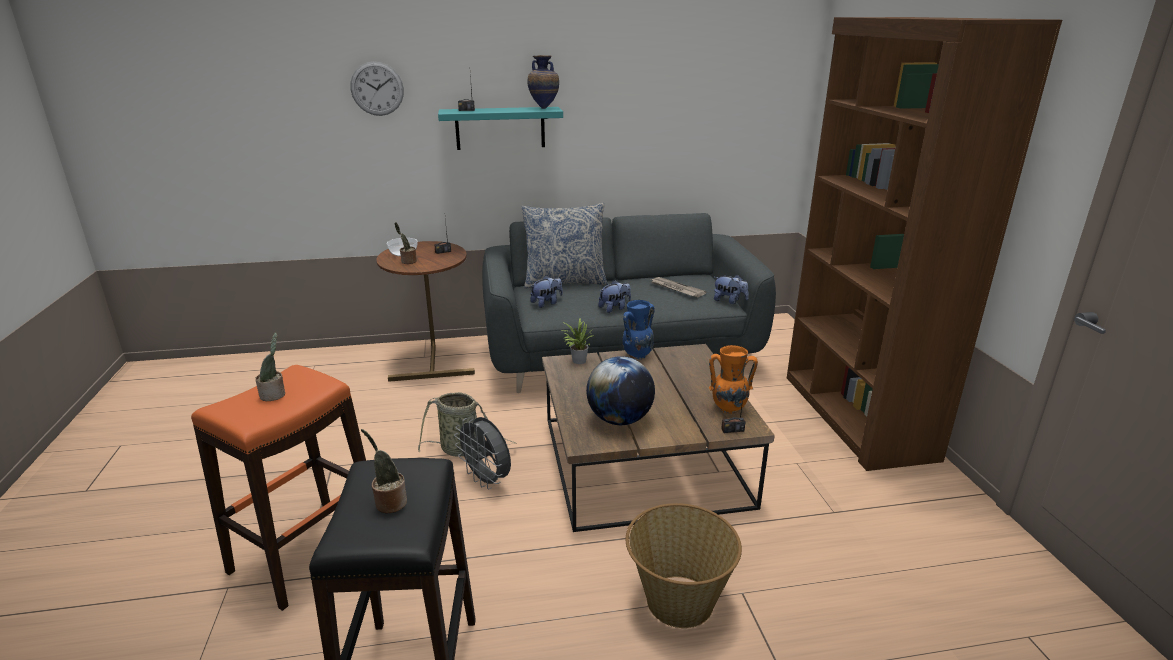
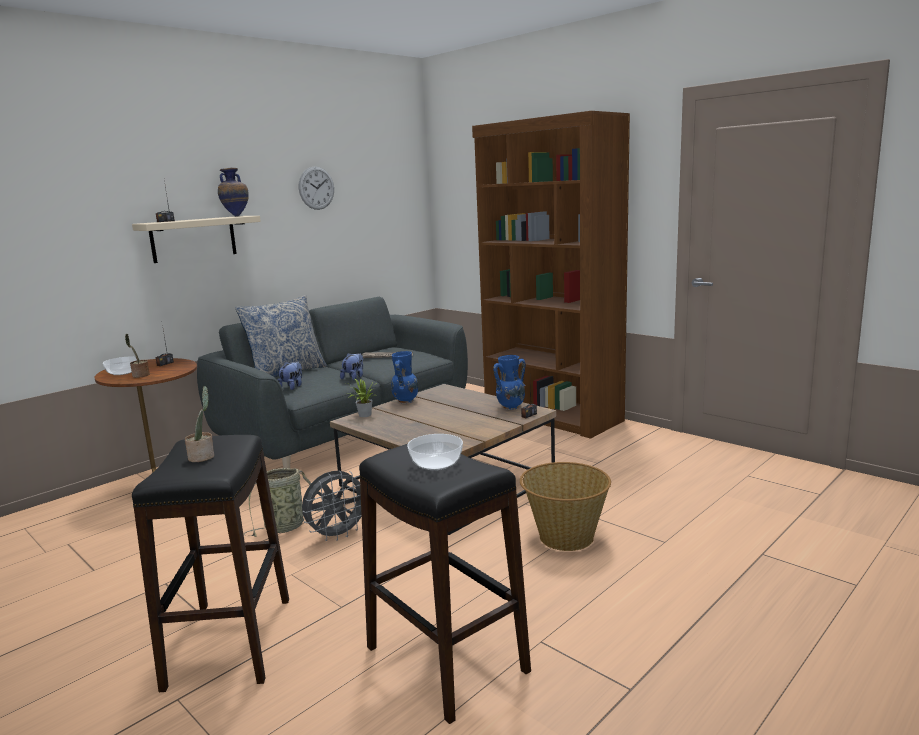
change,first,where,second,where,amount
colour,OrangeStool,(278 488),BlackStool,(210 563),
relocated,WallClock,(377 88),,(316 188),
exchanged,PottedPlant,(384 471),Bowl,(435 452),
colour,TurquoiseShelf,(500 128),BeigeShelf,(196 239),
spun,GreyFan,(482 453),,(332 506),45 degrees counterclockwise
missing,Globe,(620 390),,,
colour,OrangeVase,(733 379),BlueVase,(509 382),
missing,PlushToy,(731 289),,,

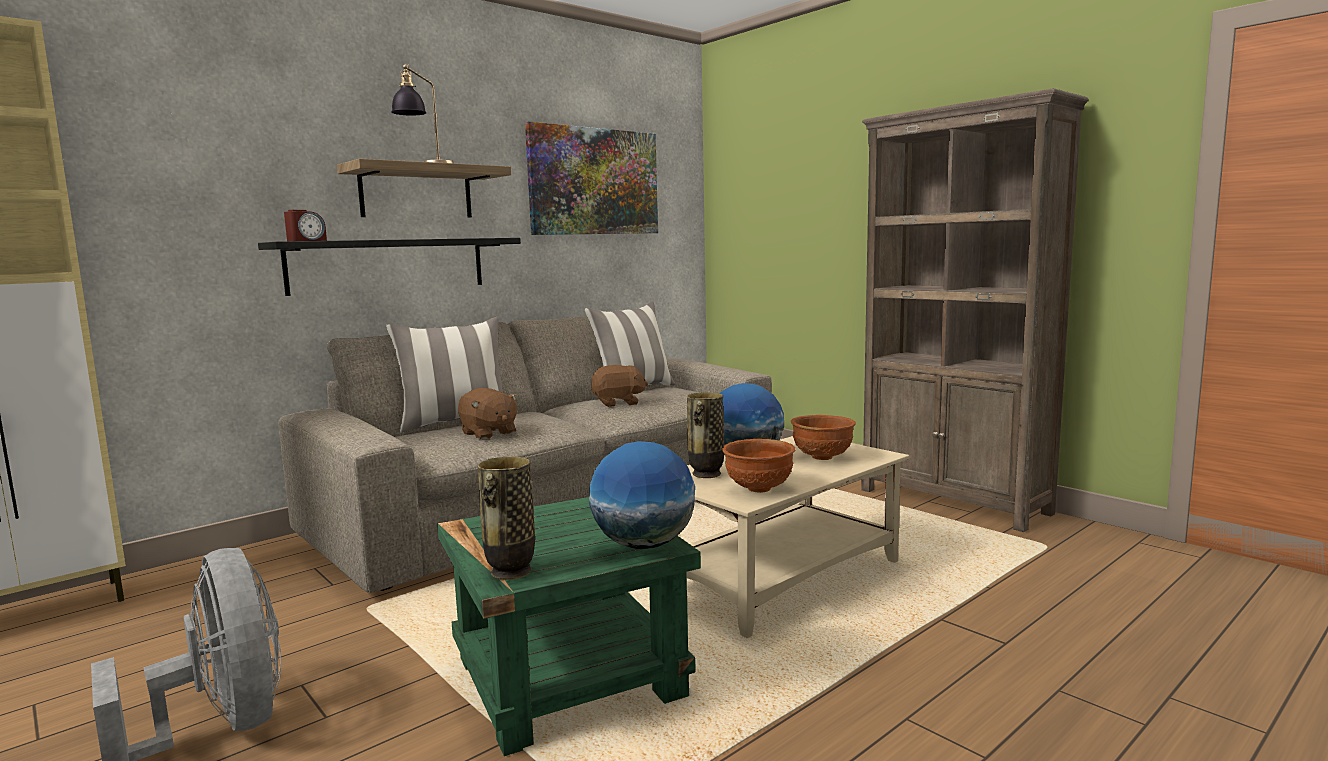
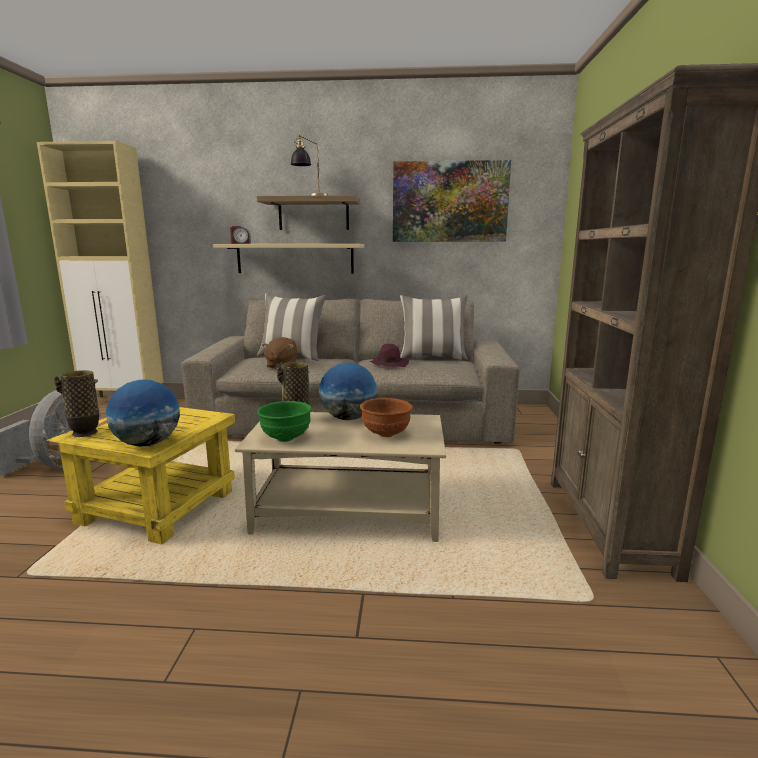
change,first,where,second,where,amount
colour,BlackShelf,(389 267),BeigeShelf,(288 259),
colour,GreenSideTable,(569 626),YellowSideTable,(140 476),
exchanged,BrownPlushToy,(619 386),PurpleHat,(389 355),
colour,BrownBowl,(759 466),GreenBowl,(284 421),

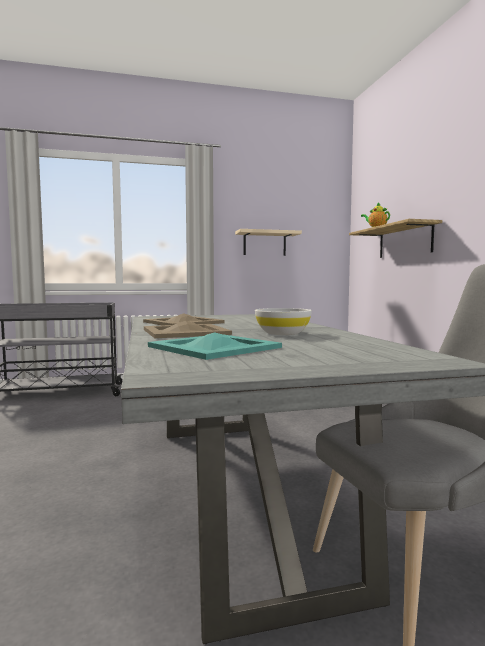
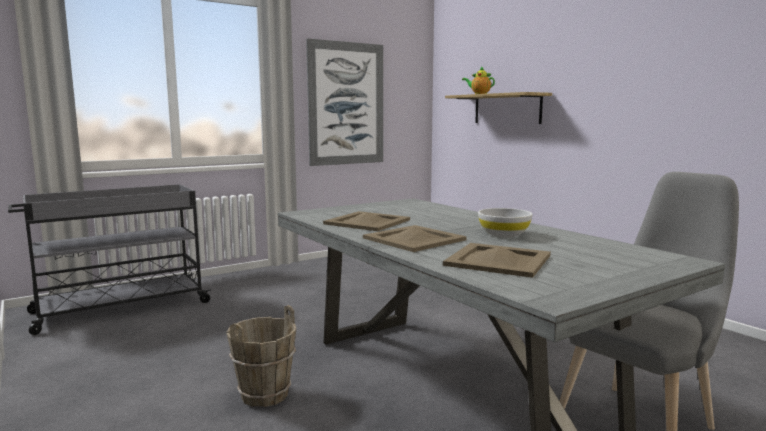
change,first,where,second,where,amount
colour,TurquoiseTray,(215 346),BeigeTray,(497 260),
exchanged,BeigeShelf,(268 242),Picture,(344 102),
appeared,,,BrownBucket,(261 356),

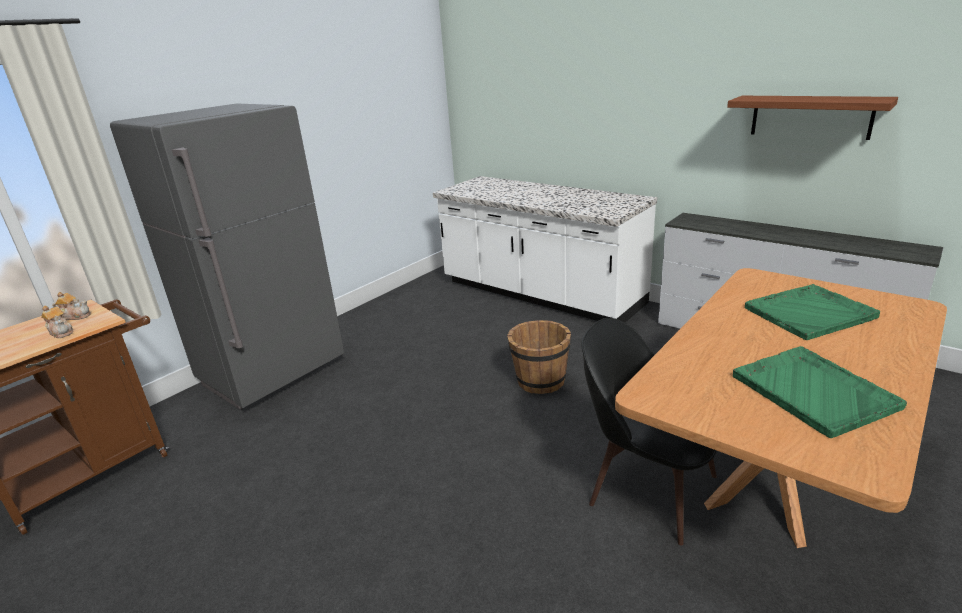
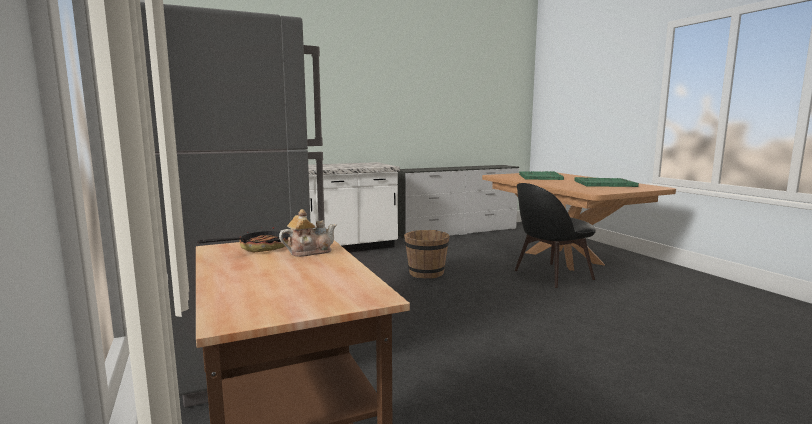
change,first,where,second,where,amount
exchanged,Teapot,(71 306),FryingPan,(243 239),
missing,Shelf,(812 118),,,

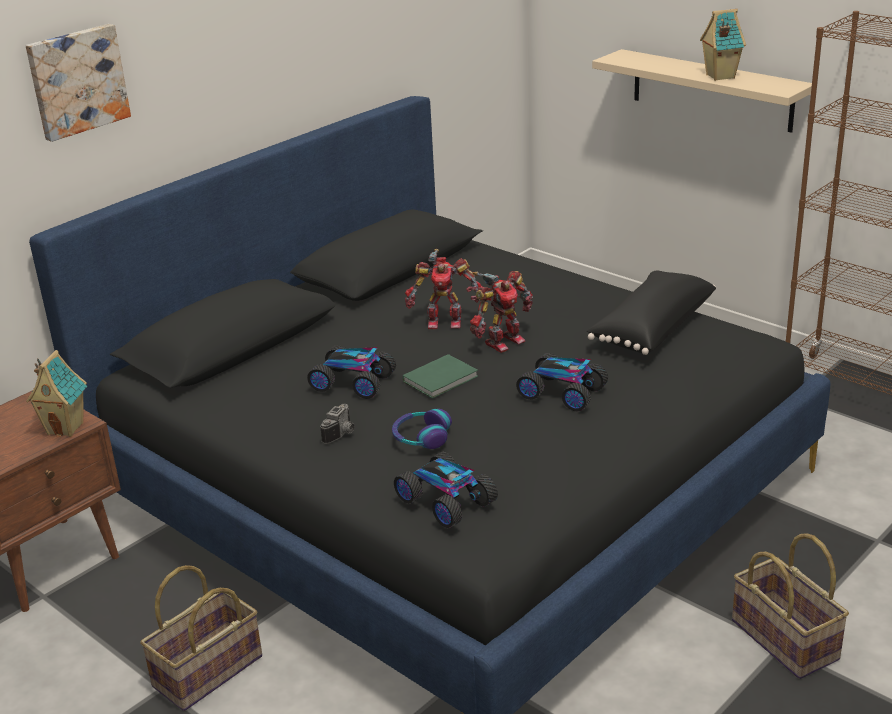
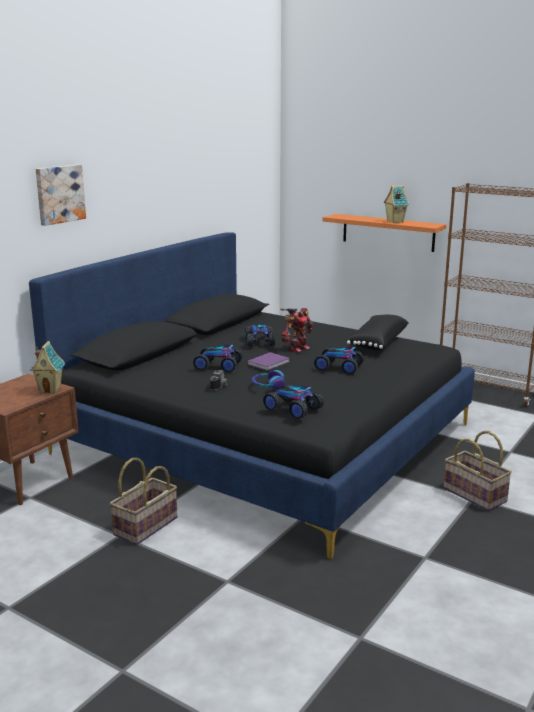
change,first,where,second,where,amount
colour,GreenBook,(440 376),PurpleBook,(268 361),
exchanged,ToyRobot,(444 289),ToyCar,(260 335),
colour,BeigeShelf,(702 91),OrangeShelf,(384 233),

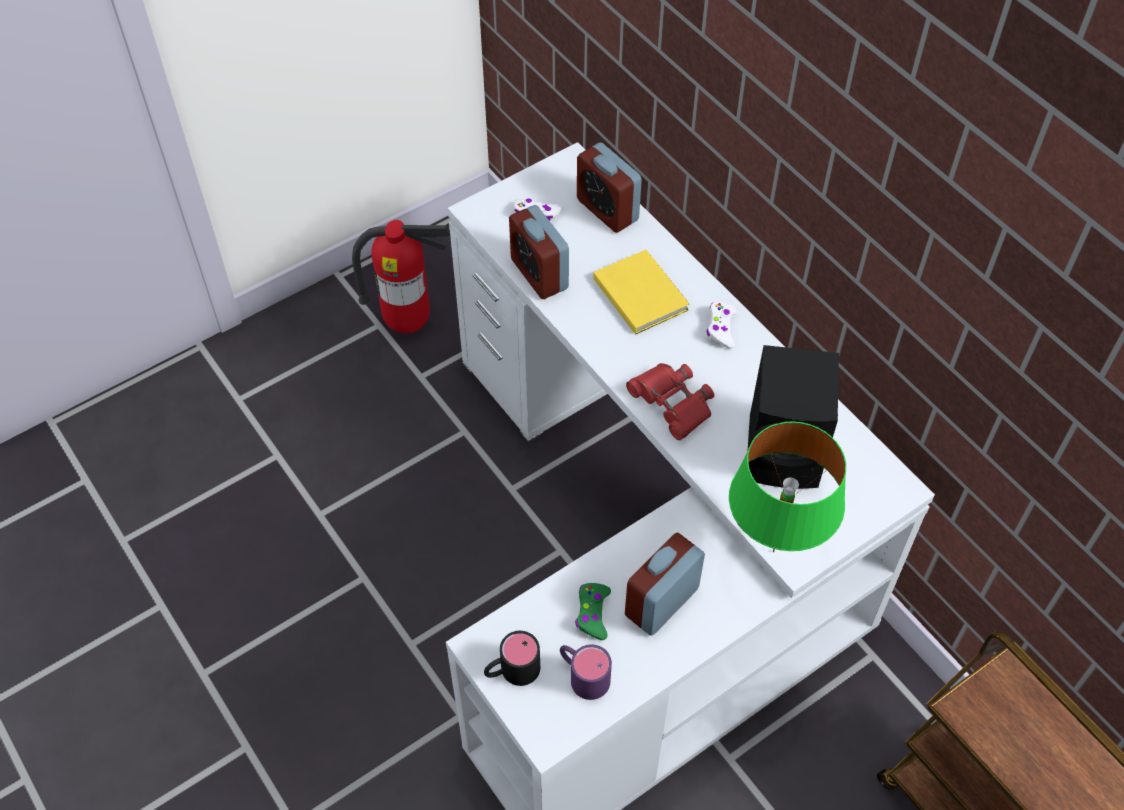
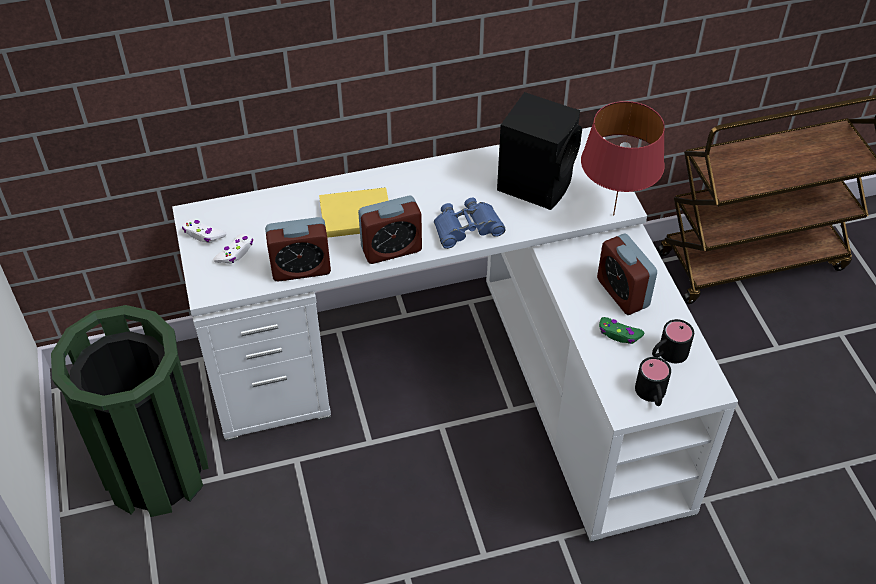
change,first,where,second,where,amount
exchanged,FireExtinguisher,(401 276),GreenTrashCan,(130 411),
colour,PurpleMug,(586 672),BlackMug,(673 341),
relocated,AlarmClock,(609 187),,(390 230),
colour,RedBinoculars,(670 401),BlueBinoculars,(470 223),
relocated,WhiteGameController,(722 325),,(204 231),
colour,GreenTableLamp,(787 487),RedTableLamp,(623 158),

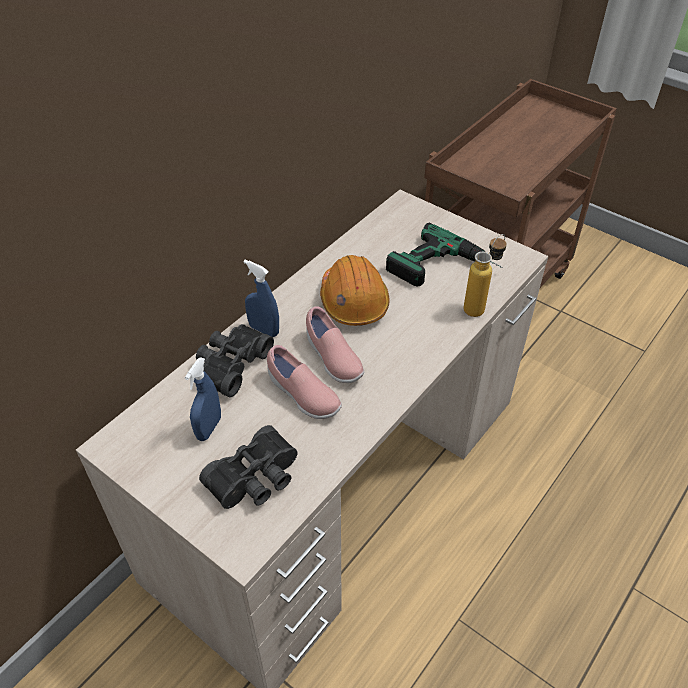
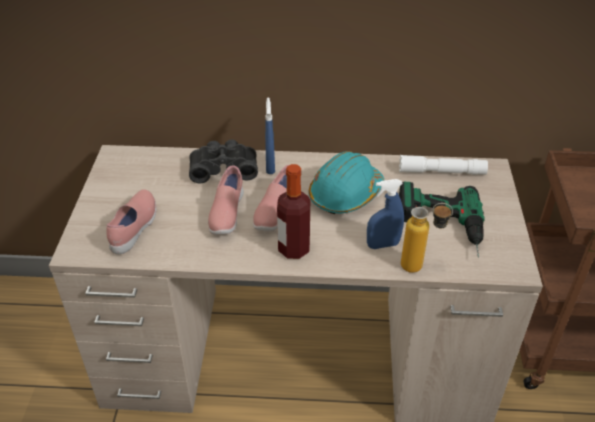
change,first,where,second,where,amount
relocated,BlueSprayBottle,(203 399),,(385 214),
exchanged,BlackBinoculars,(248 467),PinkShoe,(131 221),
colour,OrangeHardHat,(355 290),TurquoiseHardHat,(346 182),
appeared,,,Bottle,(293 211),
appeared,,,WhiteFlashlight,(443 165),

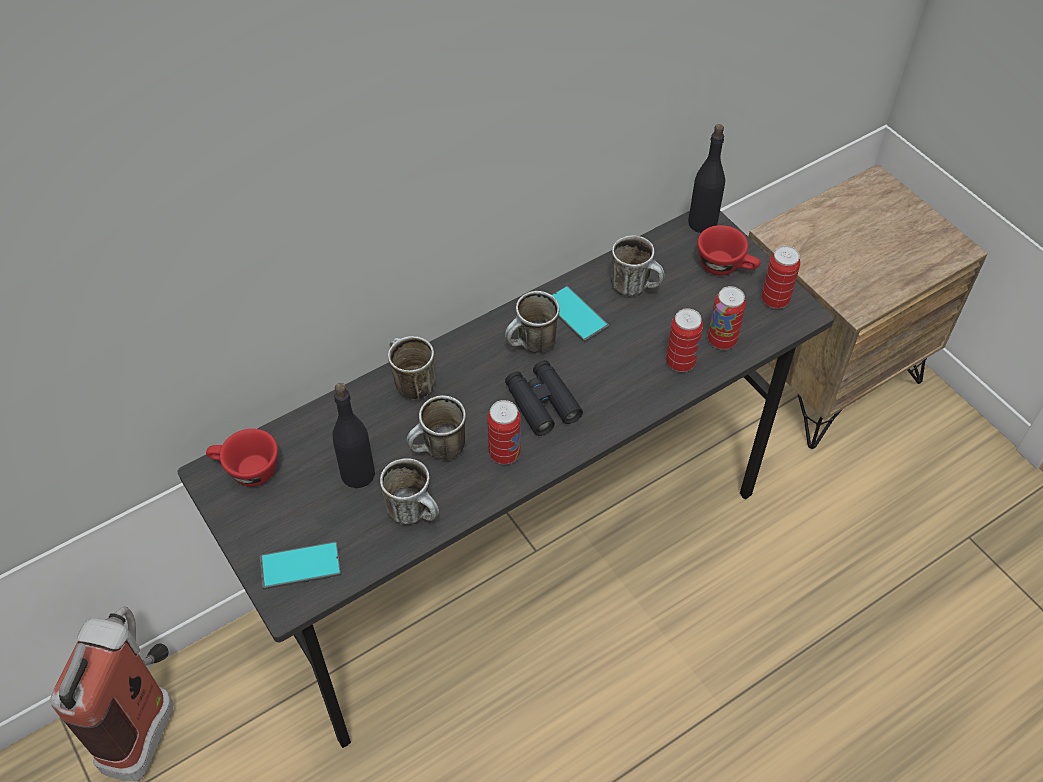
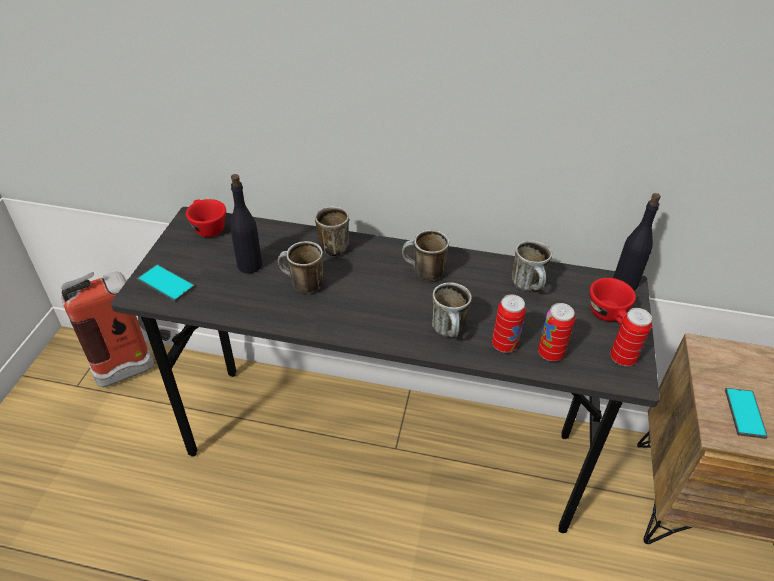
change,first,where,second,where,amount
relocated,Mug,(409 491),,(452 310),
missing,Can,(504 432),,,
missing,BlackBinoculars,(544 398),,,
relocated,Phone,(580 314),,(746 413),

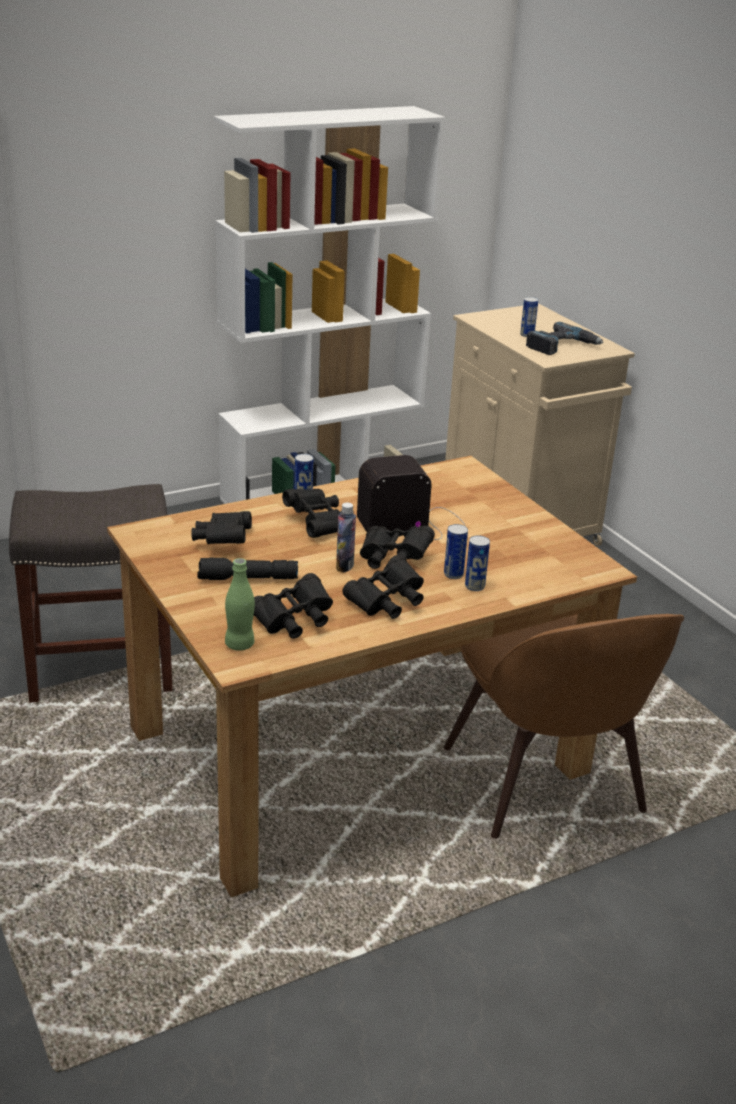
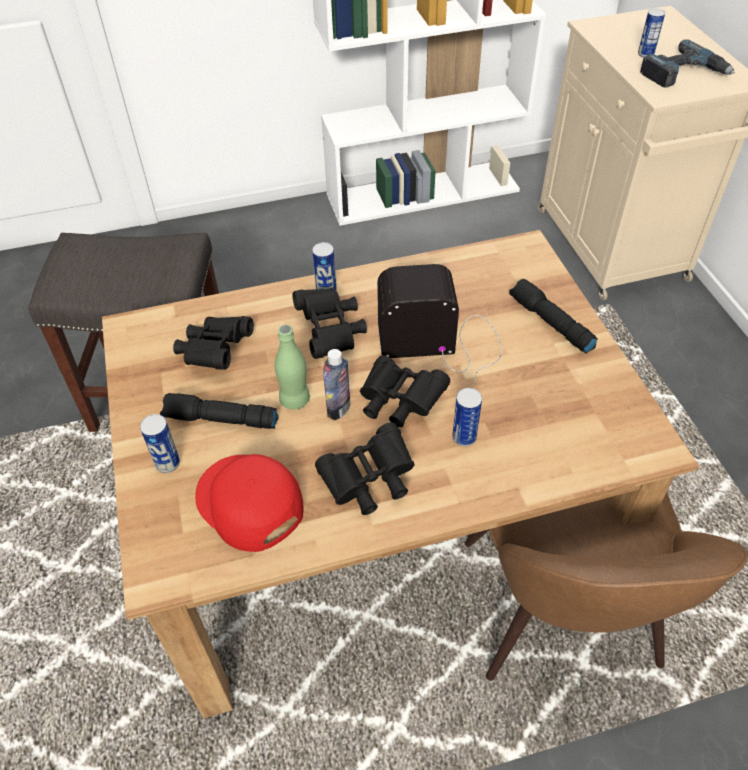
change,first,where,second,where,amount
relocated,GreenBottle,(240 604),,(292 367),
exchanged,BlackBinoculars,(293 606),RedCap,(249 503),
relocated,Can,(477 563),,(160 443),
appeared,,,BlackFlashlight,(553 316),

